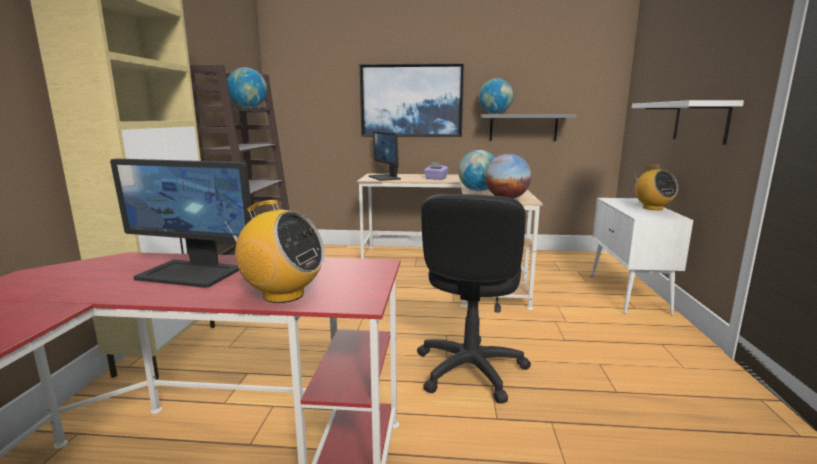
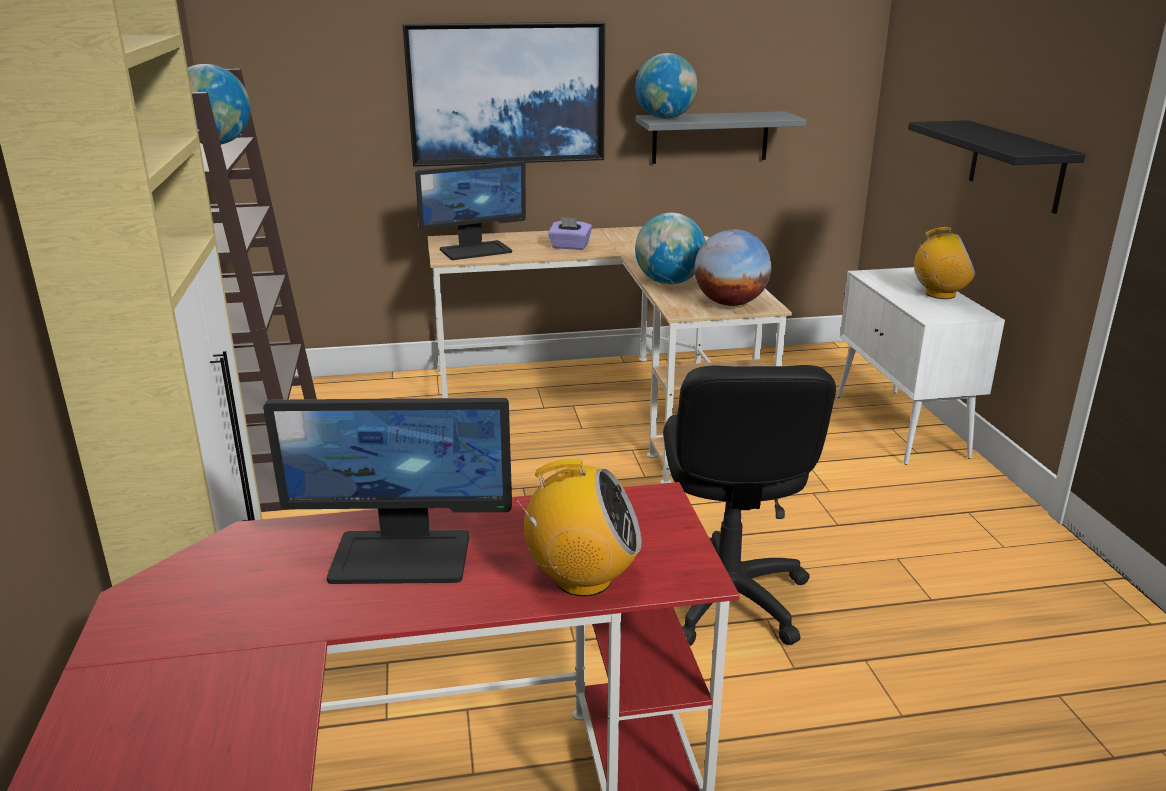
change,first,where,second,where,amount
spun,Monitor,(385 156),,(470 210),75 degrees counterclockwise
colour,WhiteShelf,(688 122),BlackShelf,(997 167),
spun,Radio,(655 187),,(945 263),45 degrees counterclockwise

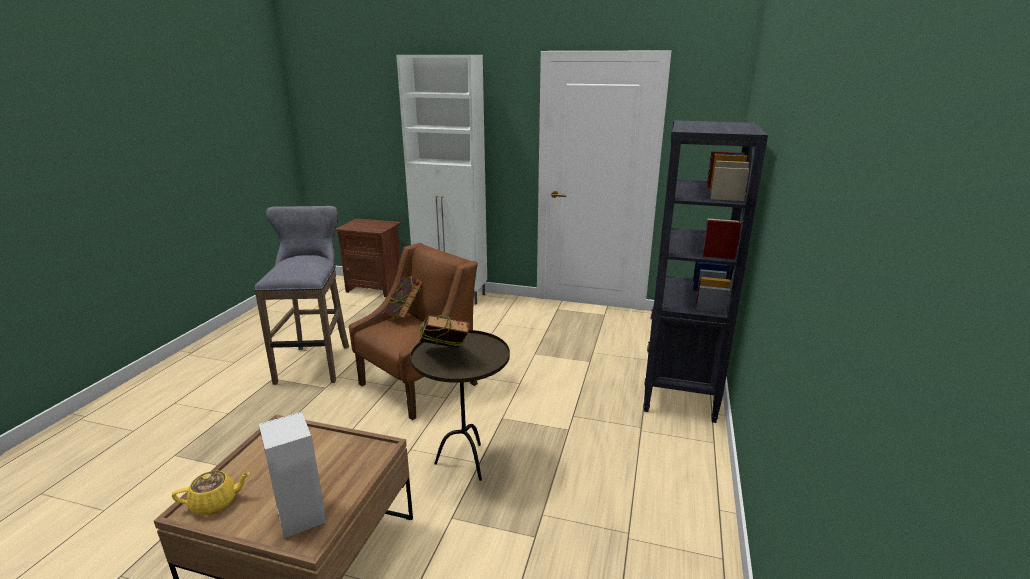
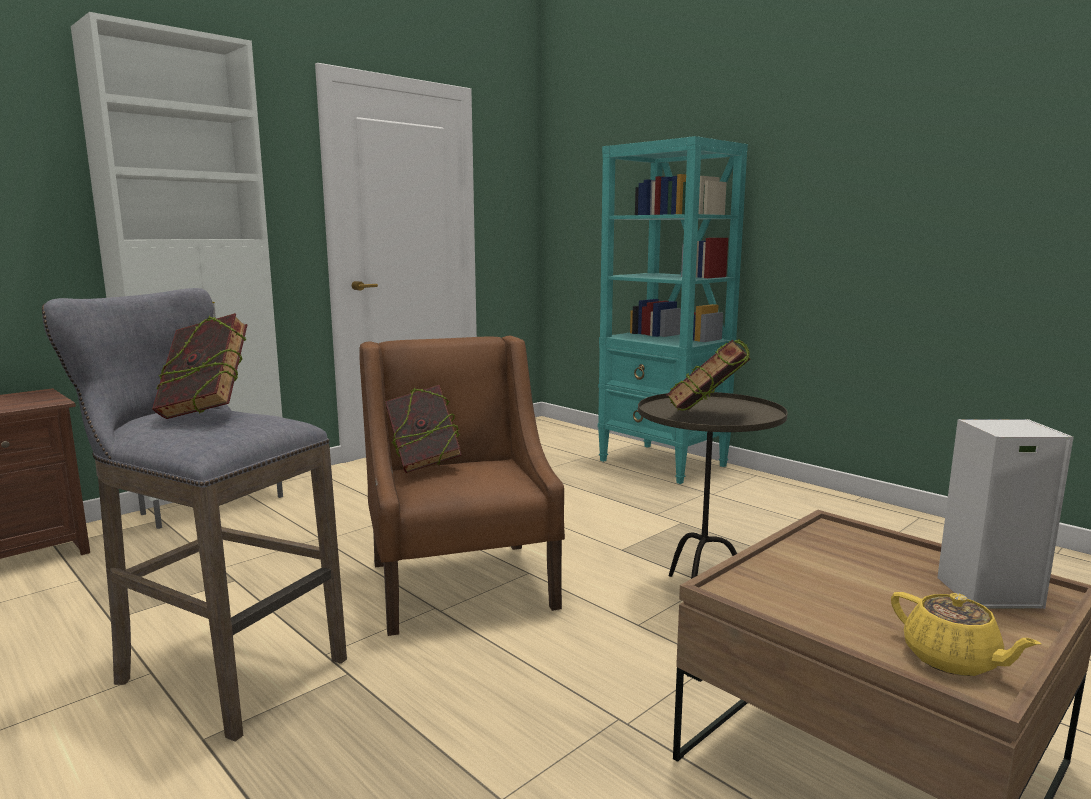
change,first,where,second,where,amount
spun,YellowTeapot,(211 492),,(966 634),135 degrees clockwise
colour,BlackBookcase,(705 271),TurquoiseBookcase,(673 310),
appeared,,,Book,(199 366),

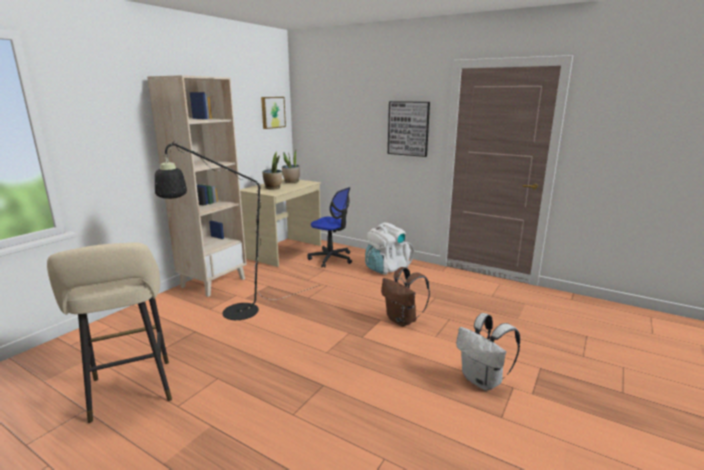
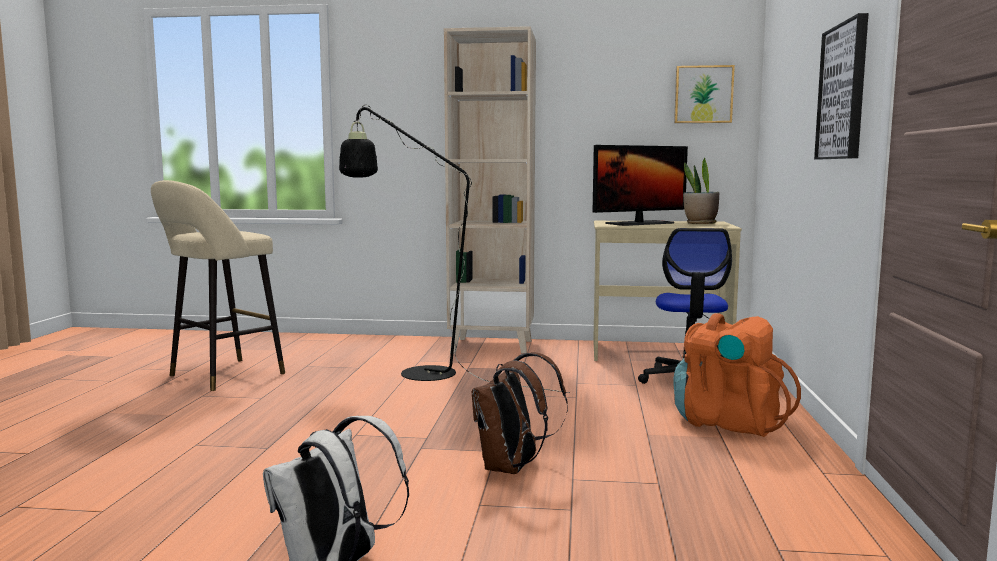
change,first,where,second,where,amount
exchanged,PottedPlant,(272 170),Monitor,(640 185),
colour,WhiteBackpack,(389 248),OrangeBackpack,(737 375),

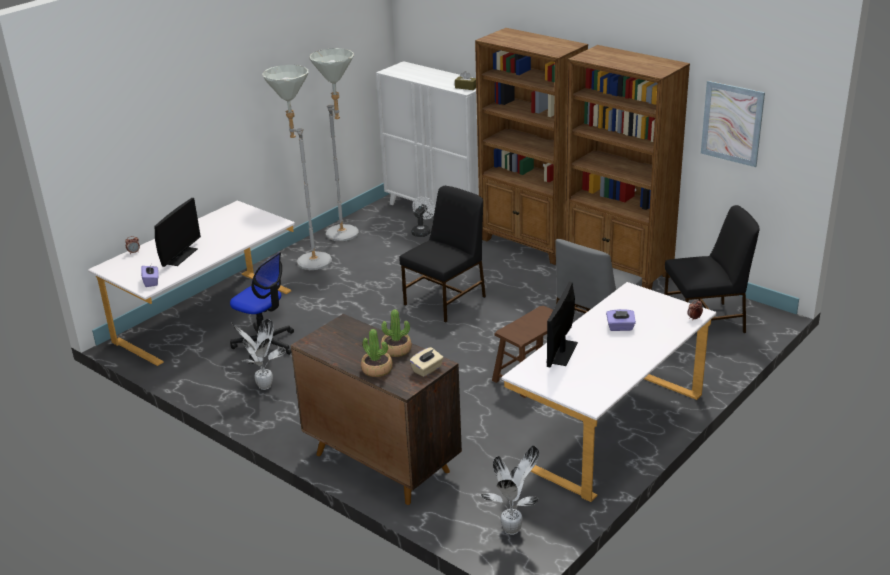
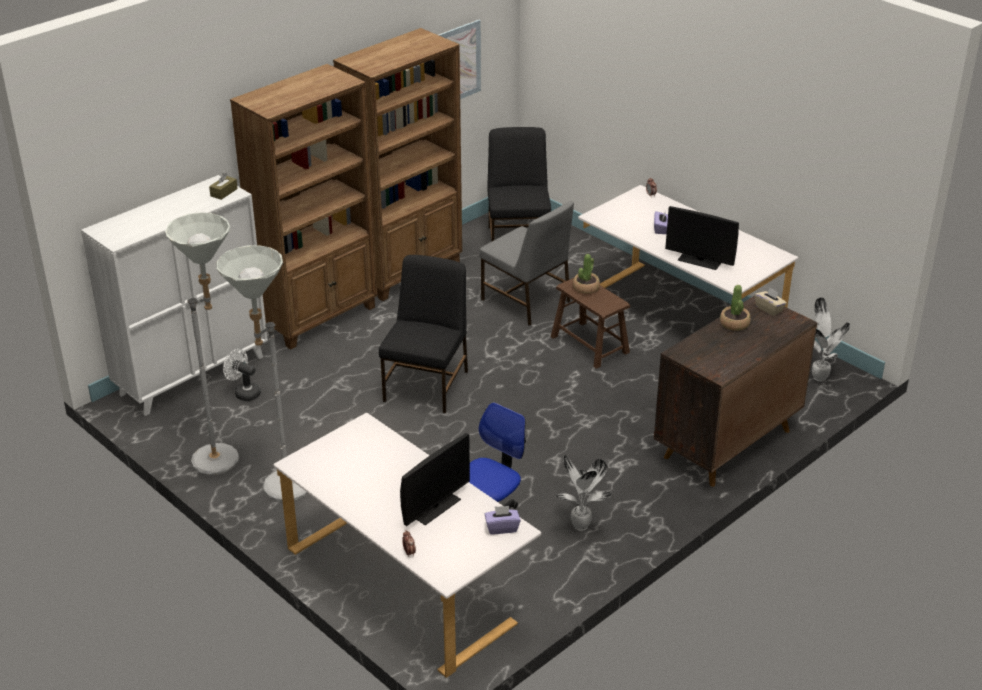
change,first,where,second,where,amount
spun,Monitor,(178 232),,(435 479),105 degrees clockwise
relocated,PottedPlant,(377 353),,(586 274),
spun,BlackChair,(442 254),,(423 334),60 degrees clockwise

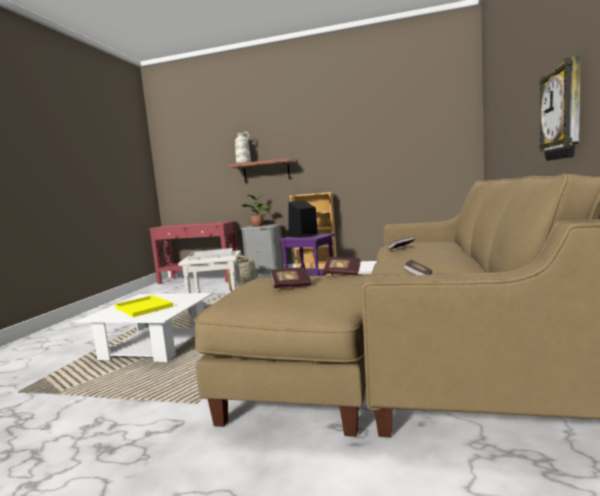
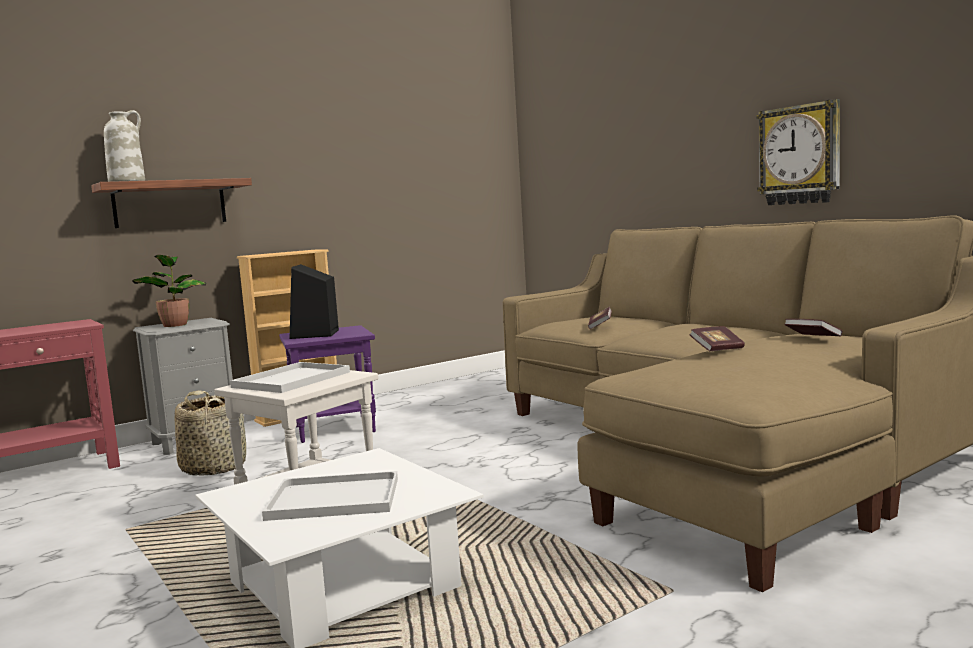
change,first,where,second,where,amount
colour,YellowTray,(144 306),WhiteTray,(330 496),
missing,Book,(290 277),,,

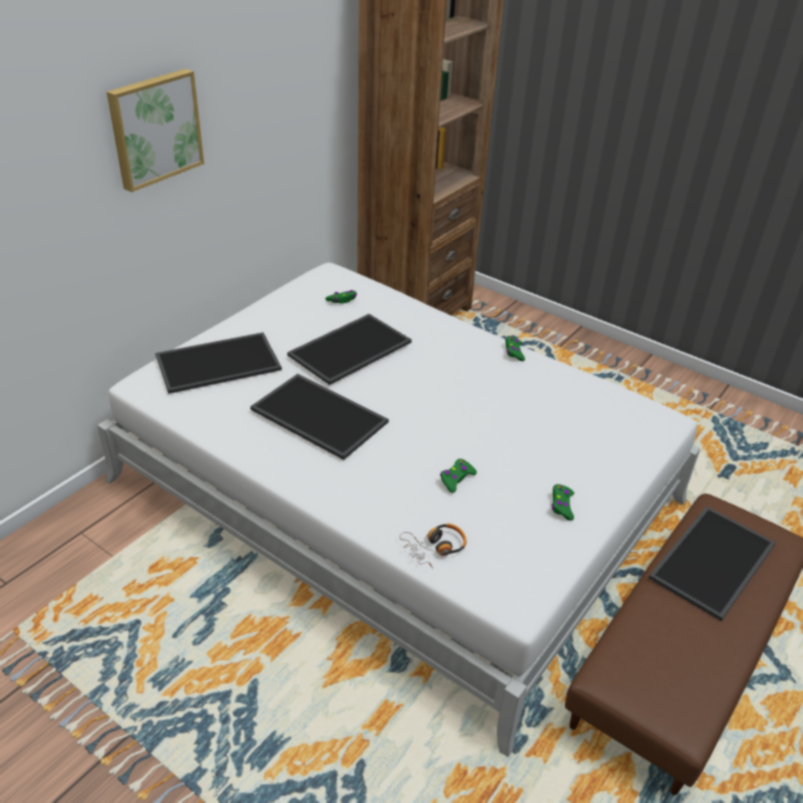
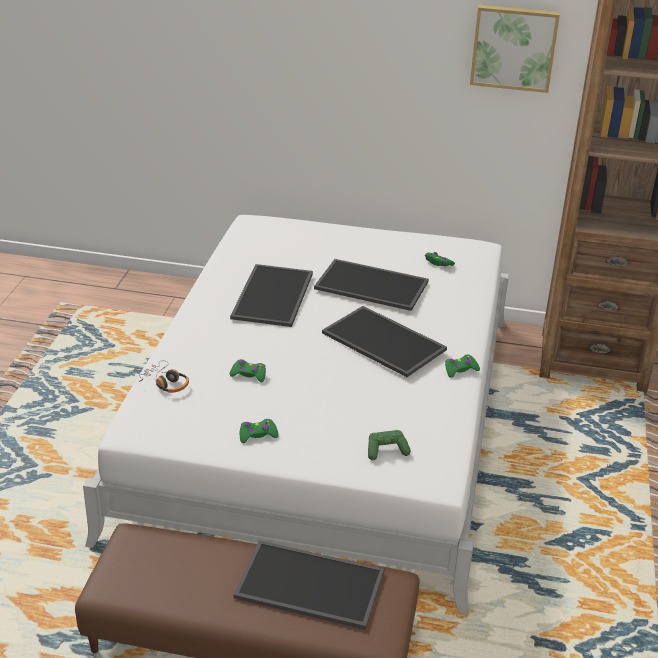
change,first,where,second,where,amount
relocated,Picture,(155 130),,(515 49),
relocated,Tray,(218 363),,(384 341),
appeared,,,GreenGameController,(389 445),

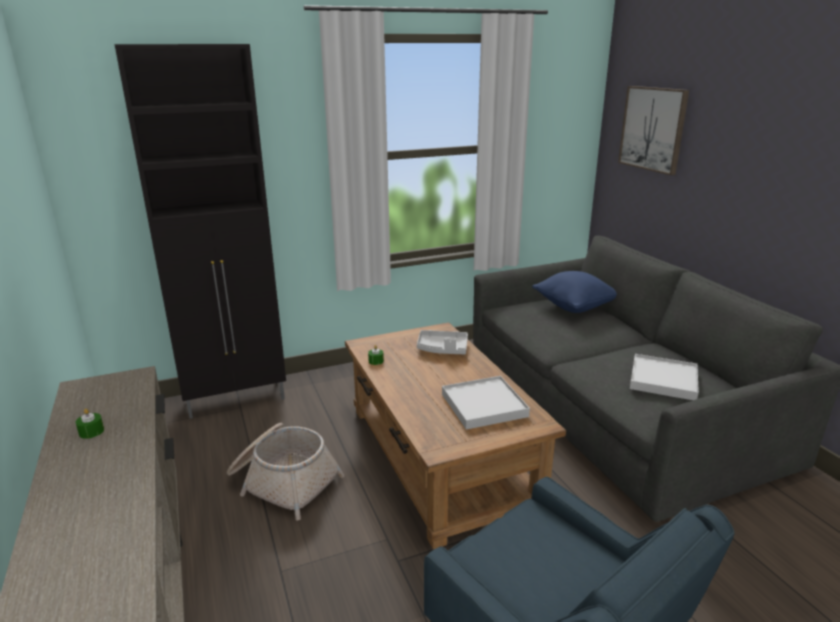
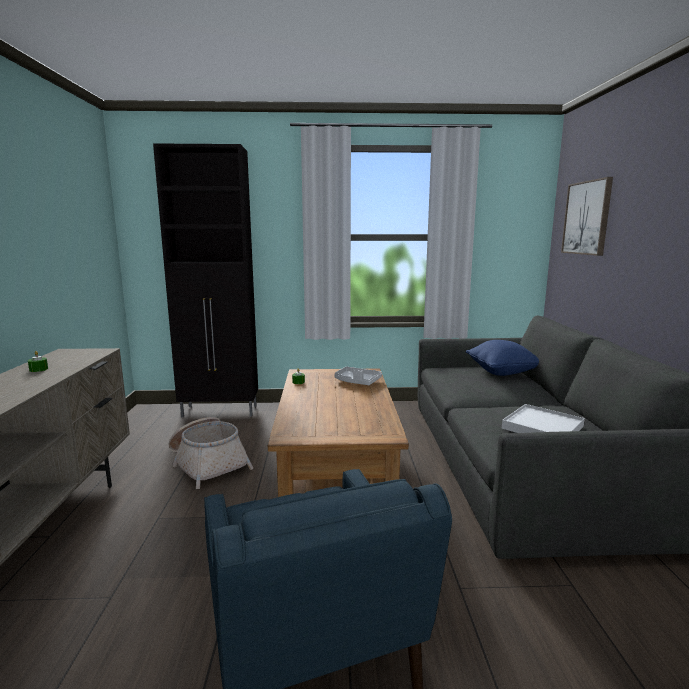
change,first,where,second,where,amount
missing,WhiteTray,(486 403),,,

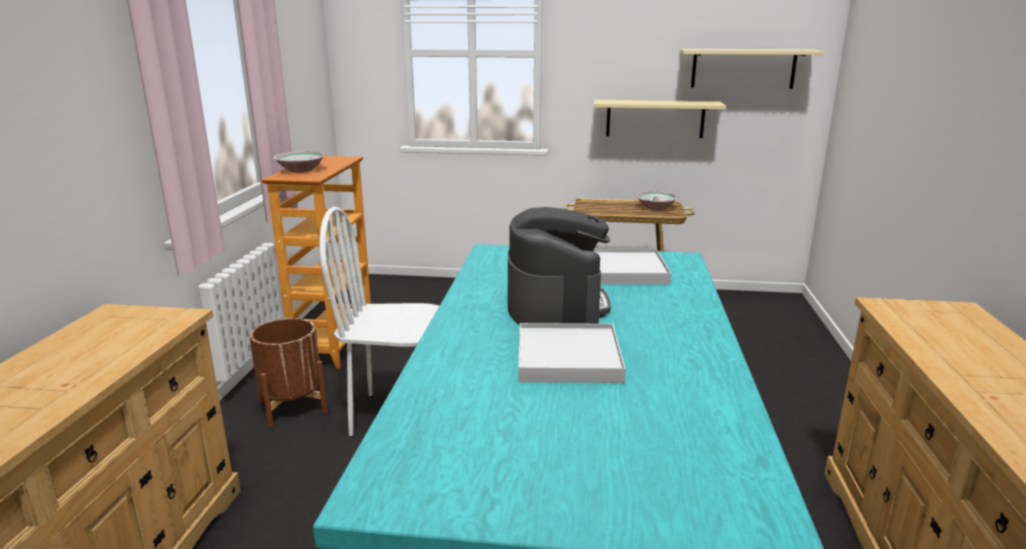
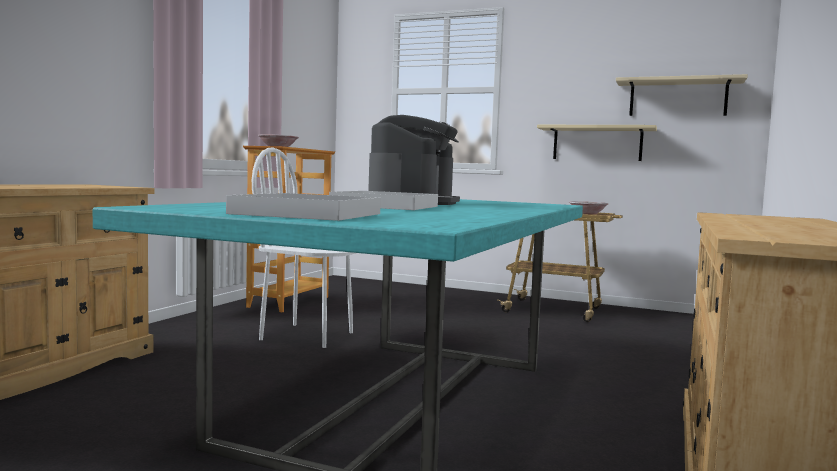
change,first,where,second,where,amount
missing,BrownPlanter,(288 372),,,
relocated,WhiteTray,(632 266),,(303 207),

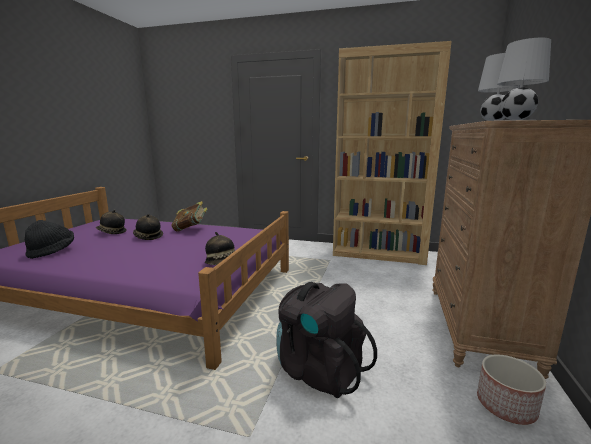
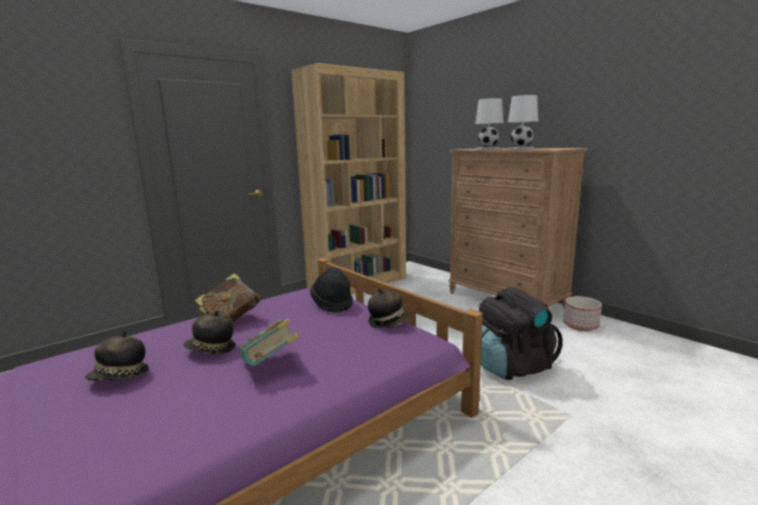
change,first,where,second,where,amount
relocated,BlackHat,(49 239),,(331 290),
appeared,,,Book,(269 342),

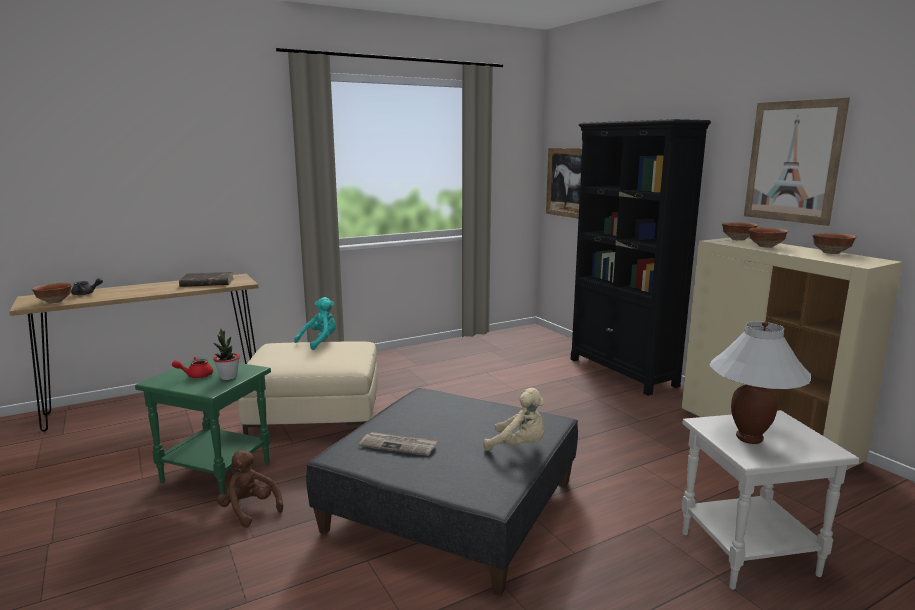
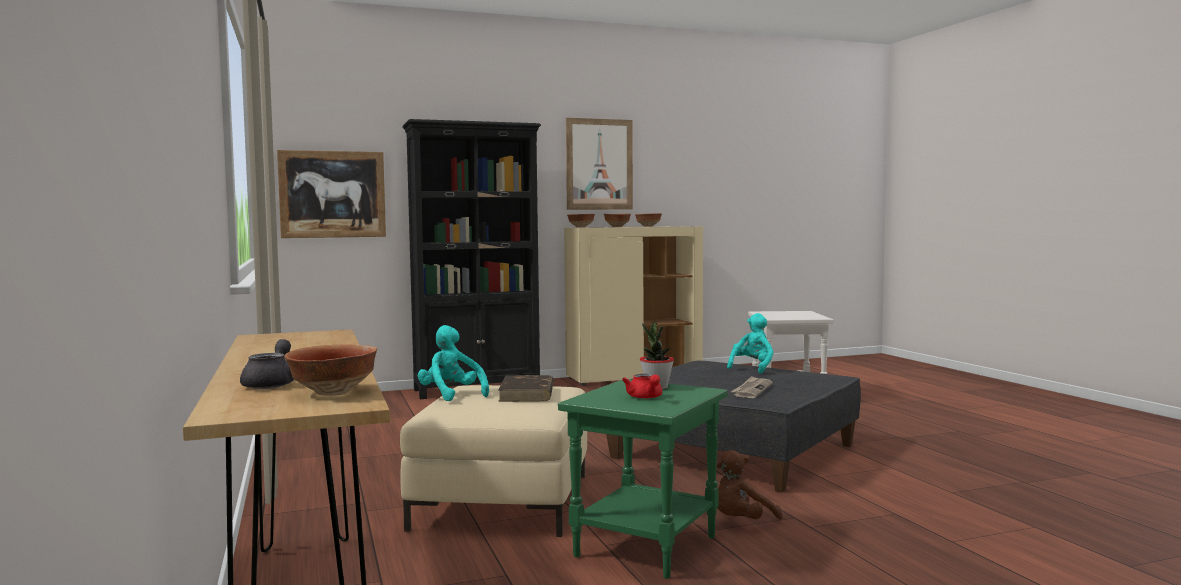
change,first,where,second,where,amount
relocated,BrownBook,(206 279),,(526 388),
colour,BeigePlushToy,(514 419),TurquoisePlushToy,(750 343),
missing,WhiteTableLamp,(760 383),,,

